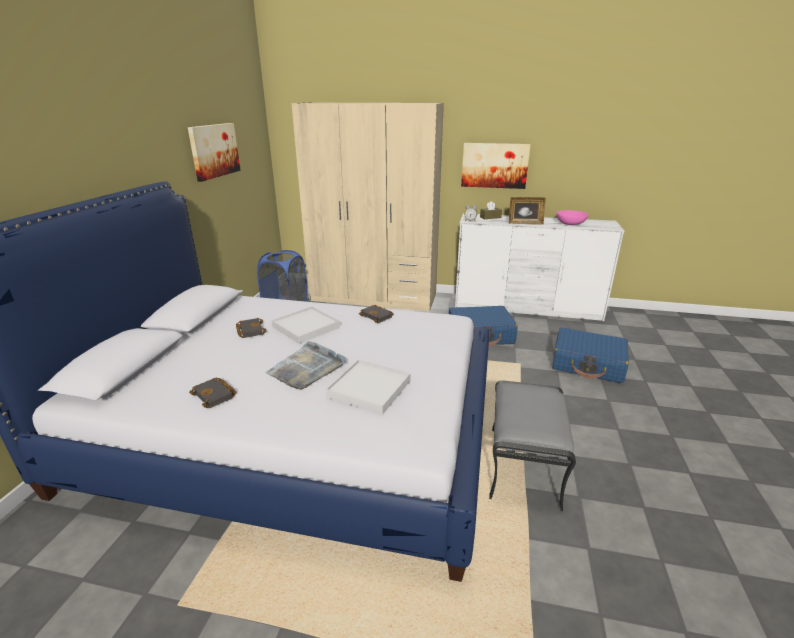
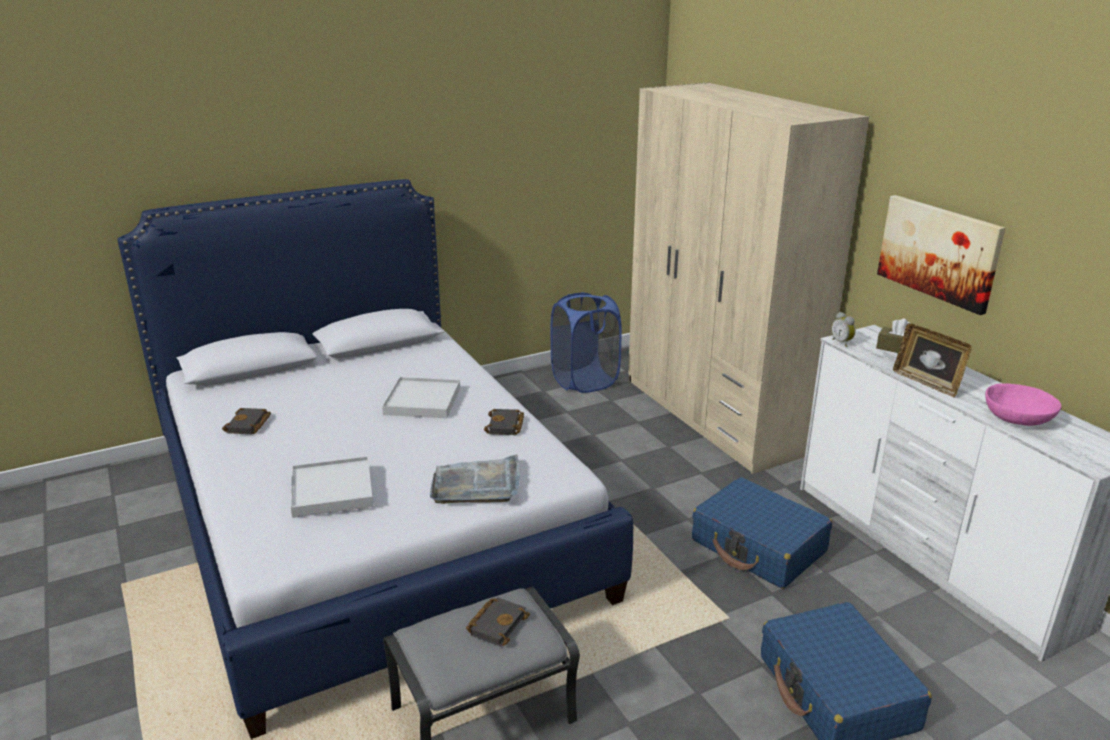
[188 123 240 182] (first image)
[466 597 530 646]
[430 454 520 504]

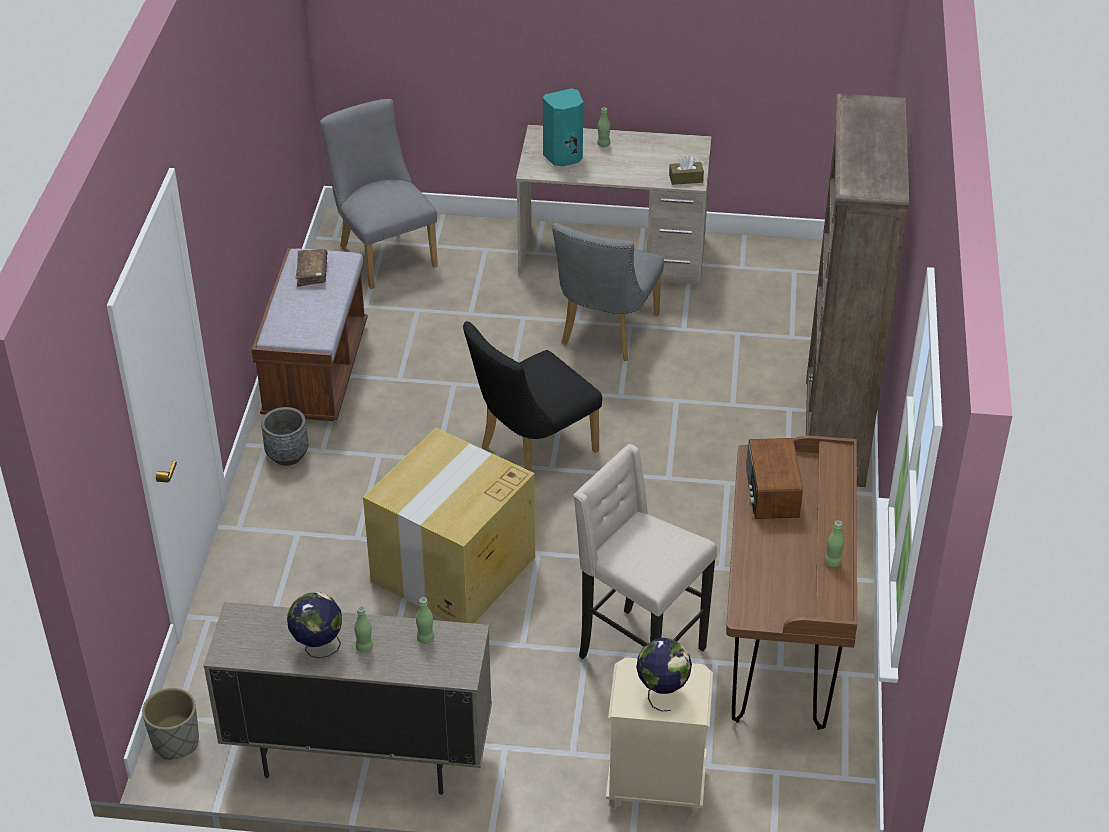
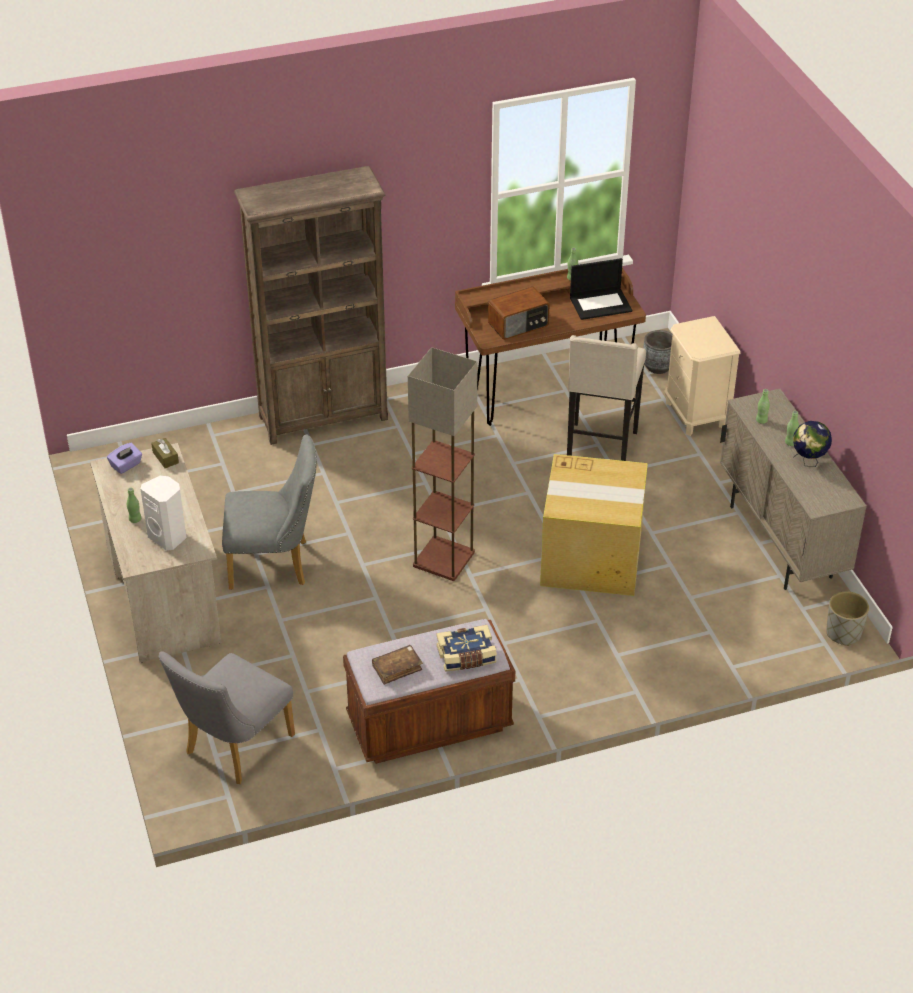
[643 330 672 374]
[408 347 478 581]
[141 476 186 550]
[636 638 692 712] (first image)
[107 443 142 474]
[437 625 497 672]
[570 258 632 320]

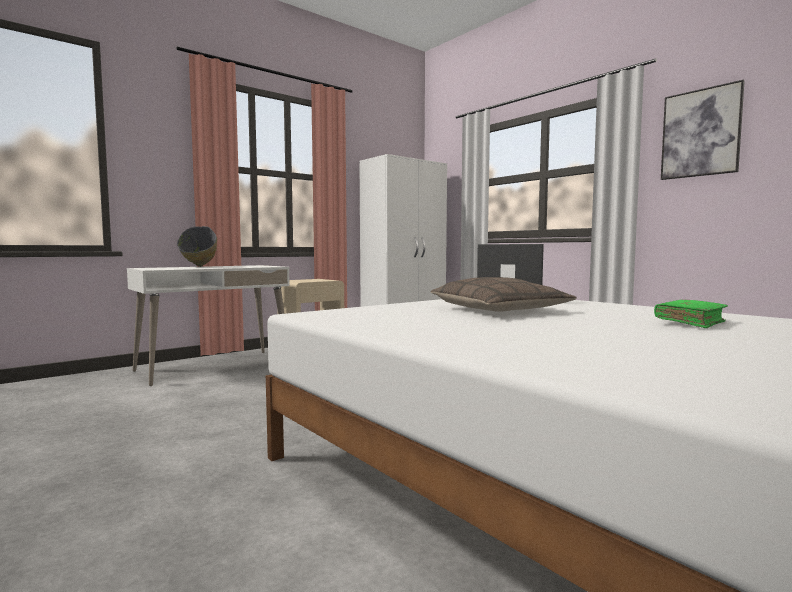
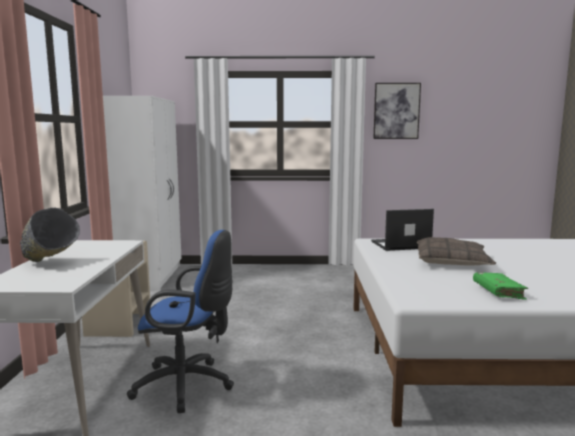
[473 272 528 300]
[127 230 234 413]

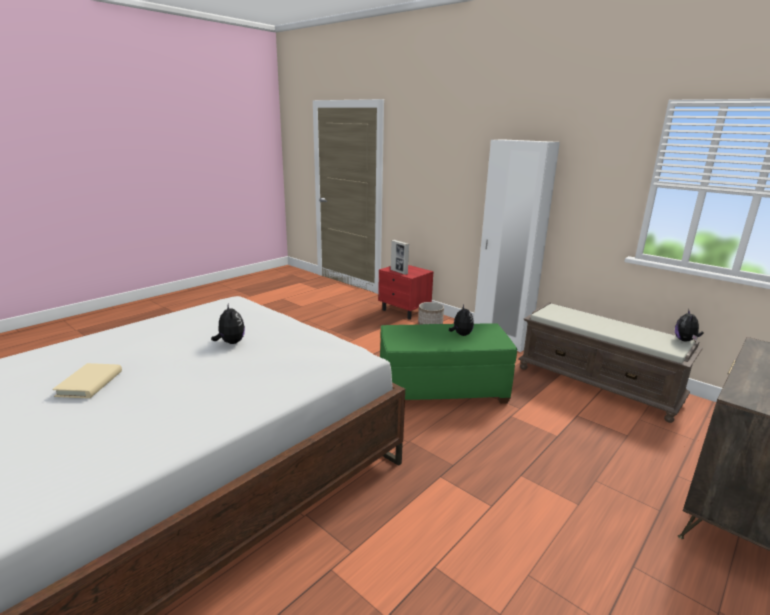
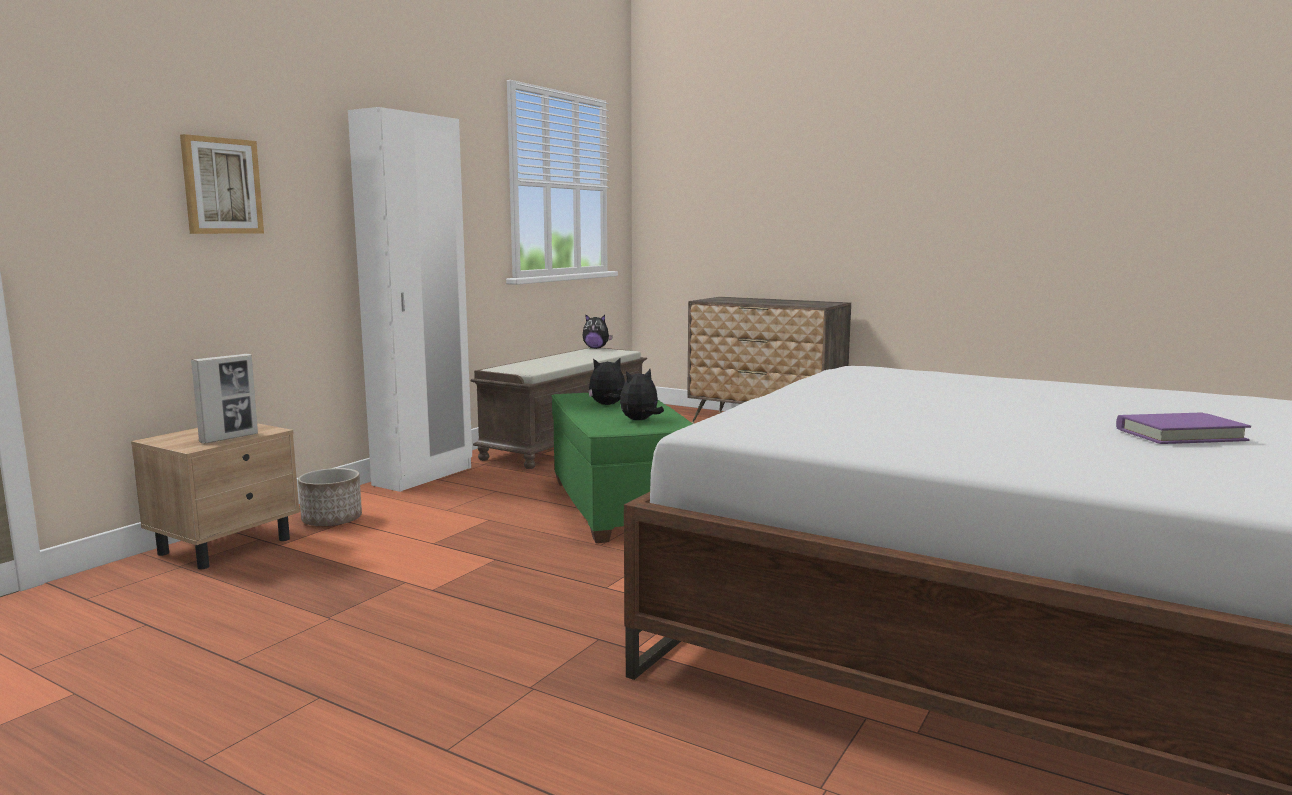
[1116 413 1251 444]
[620 369 664 420]
[131 423 300 569]
[180 134 264 234]

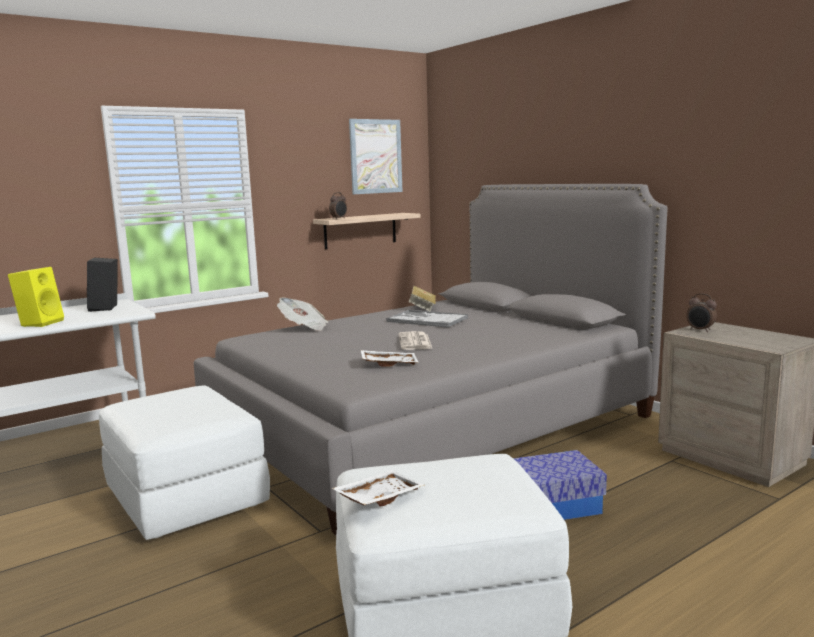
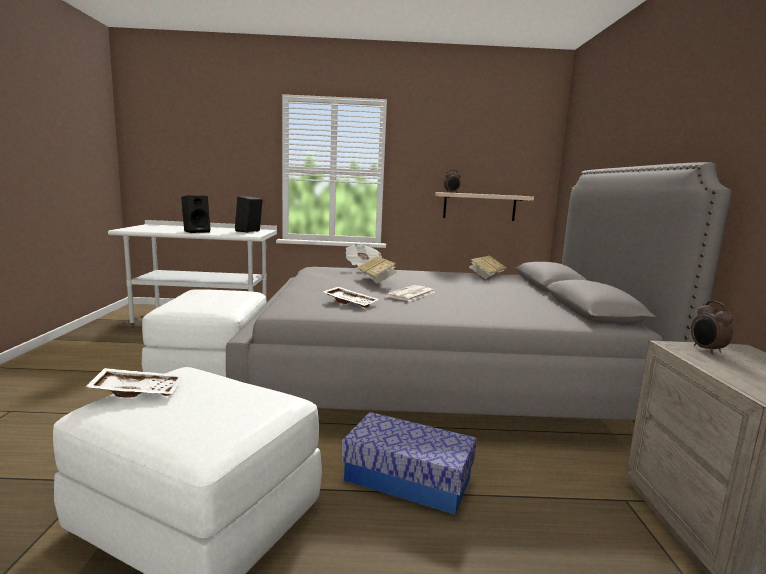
[181 195 211 233]
[349 119 403 194] (first image)
[386 310 468 328] (first image)
[357 256 397 284]

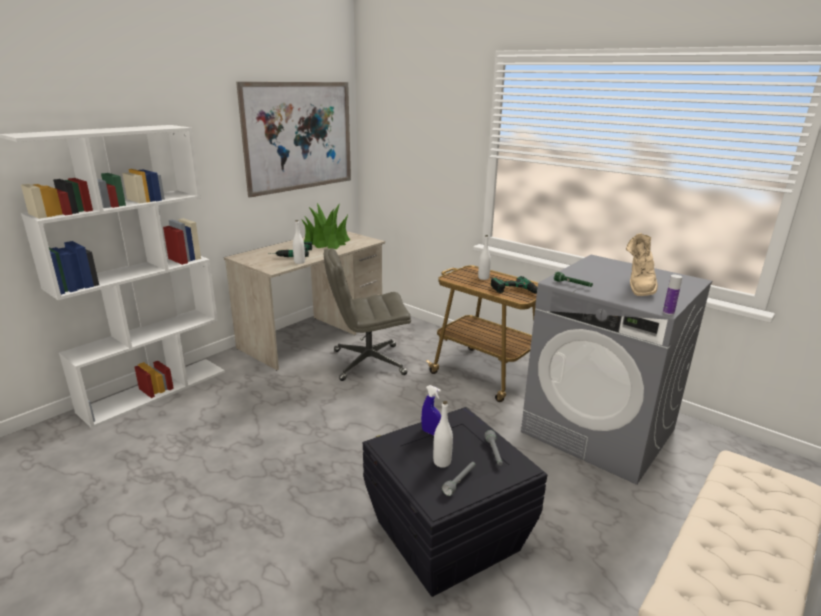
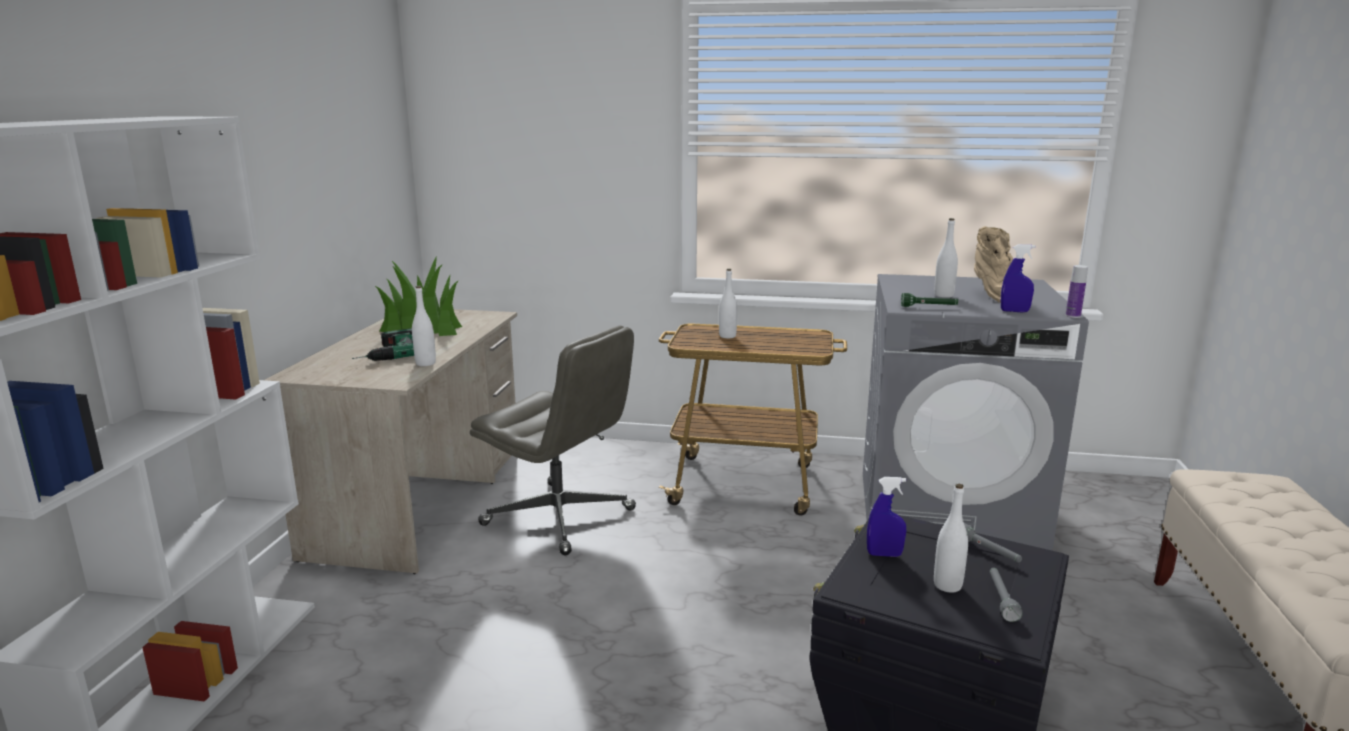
[236 82 351 198] (first image)
[470 325 636 555]
[491 276 537 294] (first image)
[934 218 958 298]
[1001 244 1036 312]

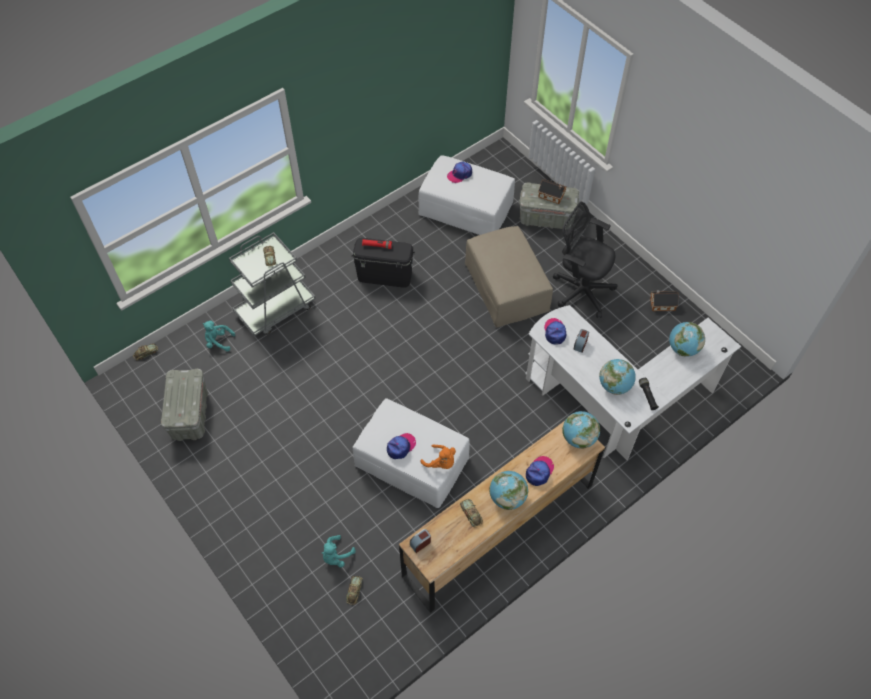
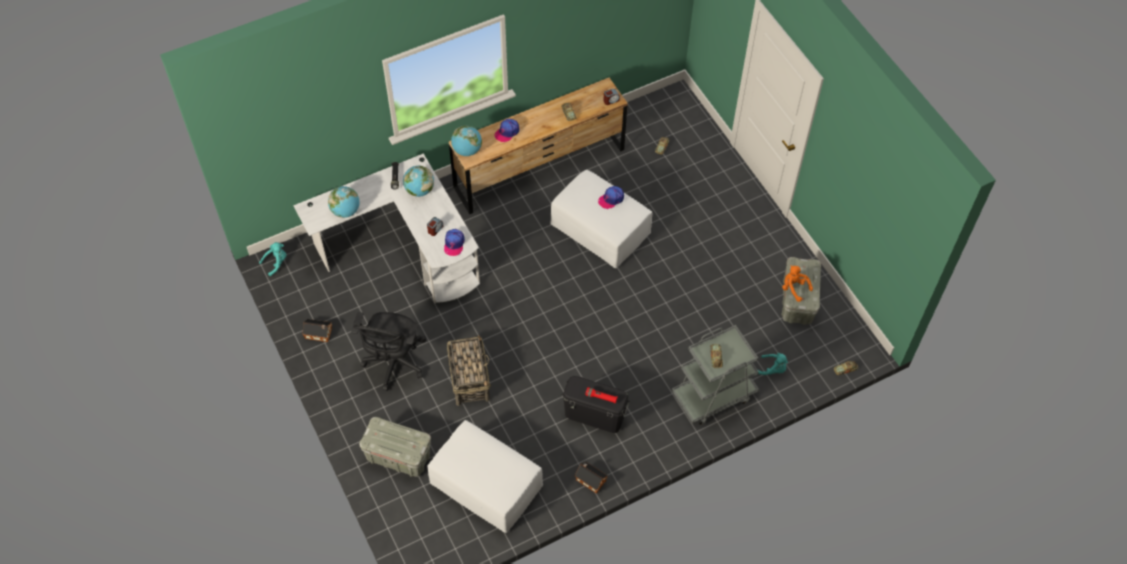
[259 242 286 276]
[782 265 813 302]
[447 162 472 183] (first image)
[447 335 491 406]
[489 471 528 510] (first image)
[575 461 607 494]
[351 312 426 391]

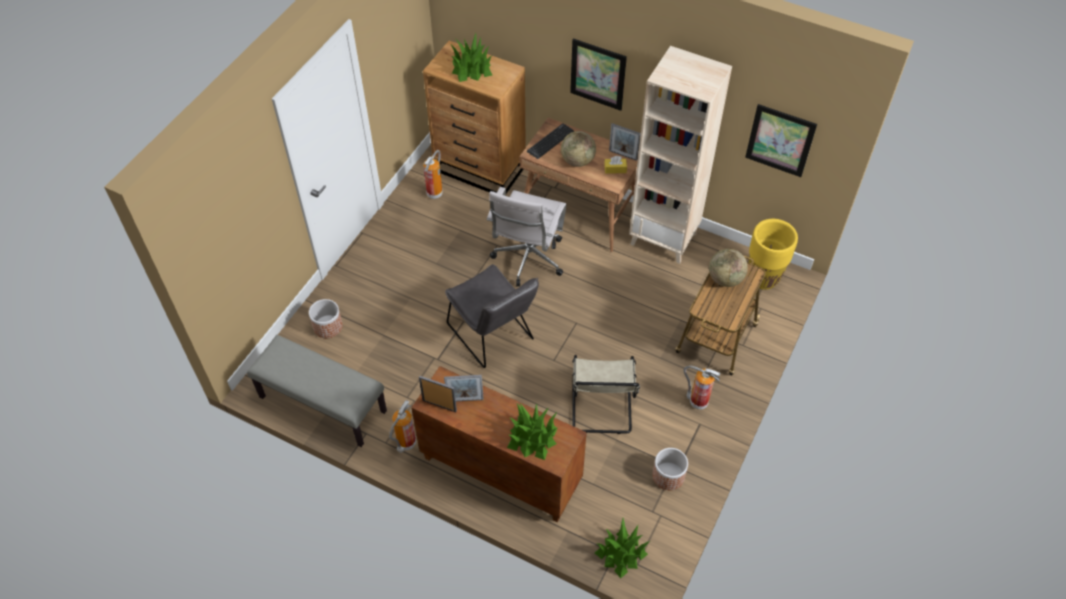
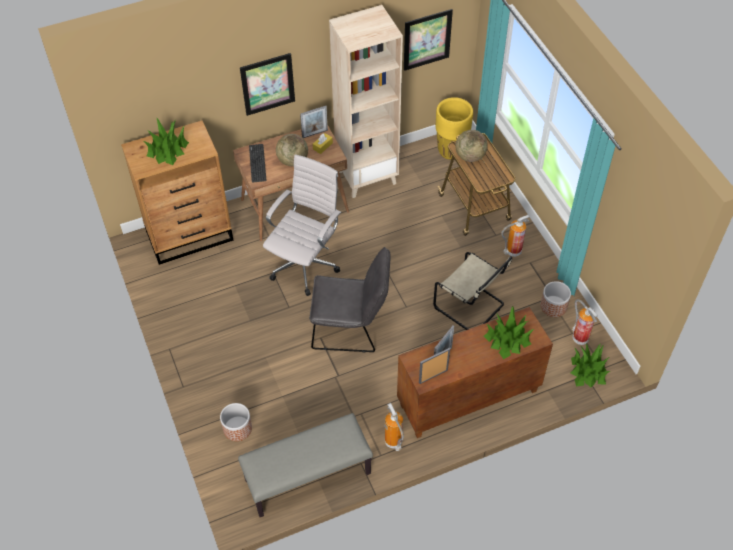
[572 299 598 345]
[263 154 341 296]

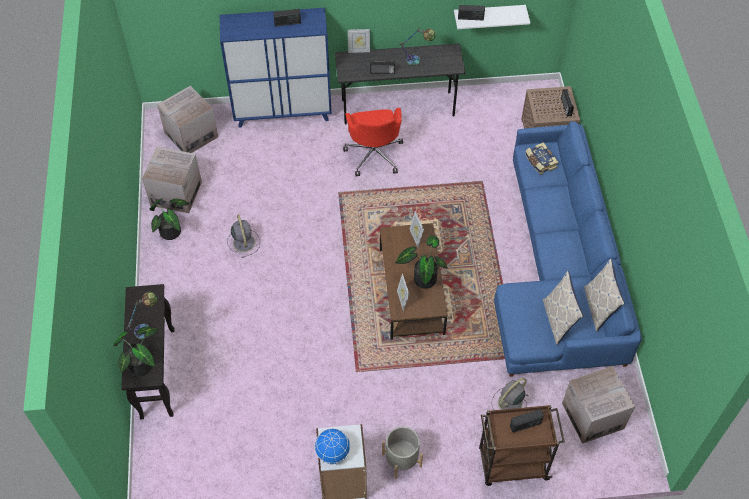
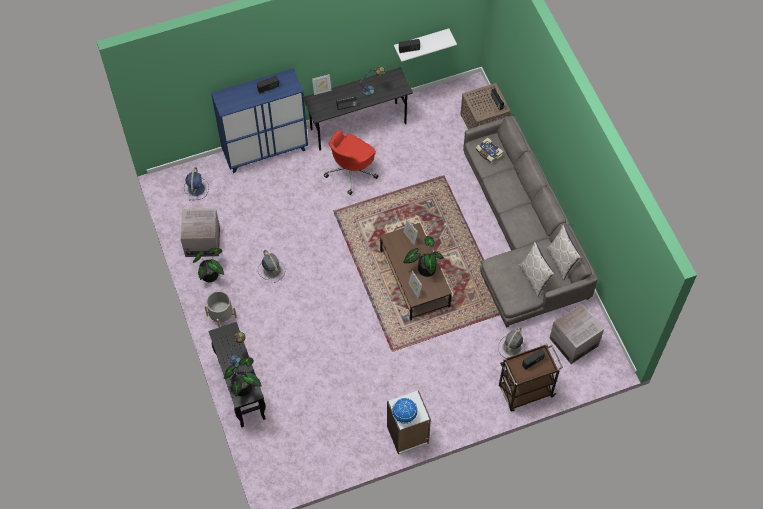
[184 167 209 200]
[324 130 378 195]
[204 291 237 327]
[463 116 598 328]

